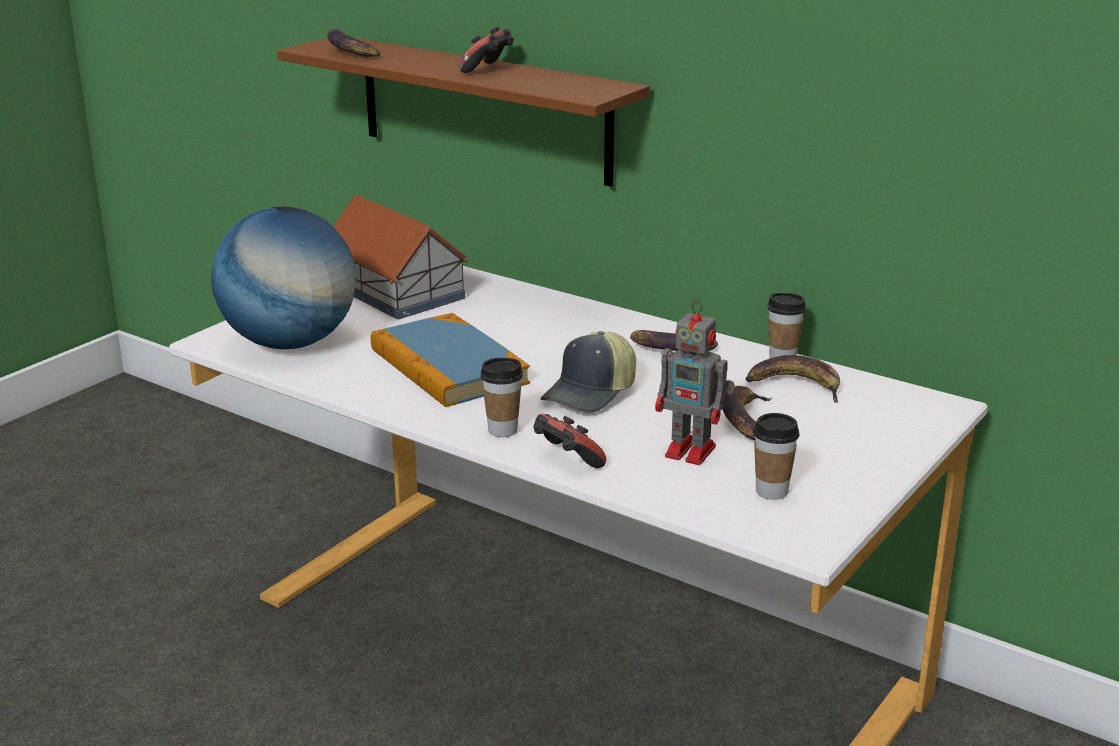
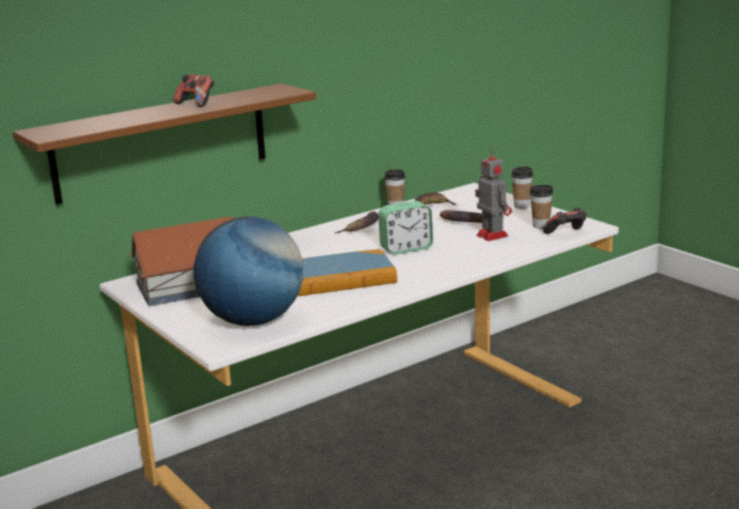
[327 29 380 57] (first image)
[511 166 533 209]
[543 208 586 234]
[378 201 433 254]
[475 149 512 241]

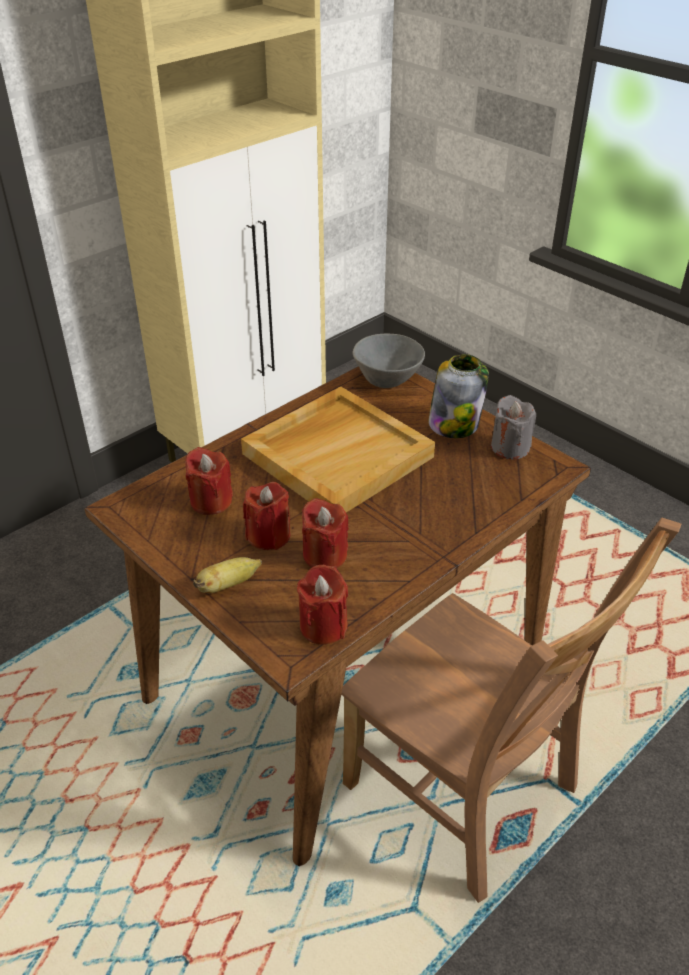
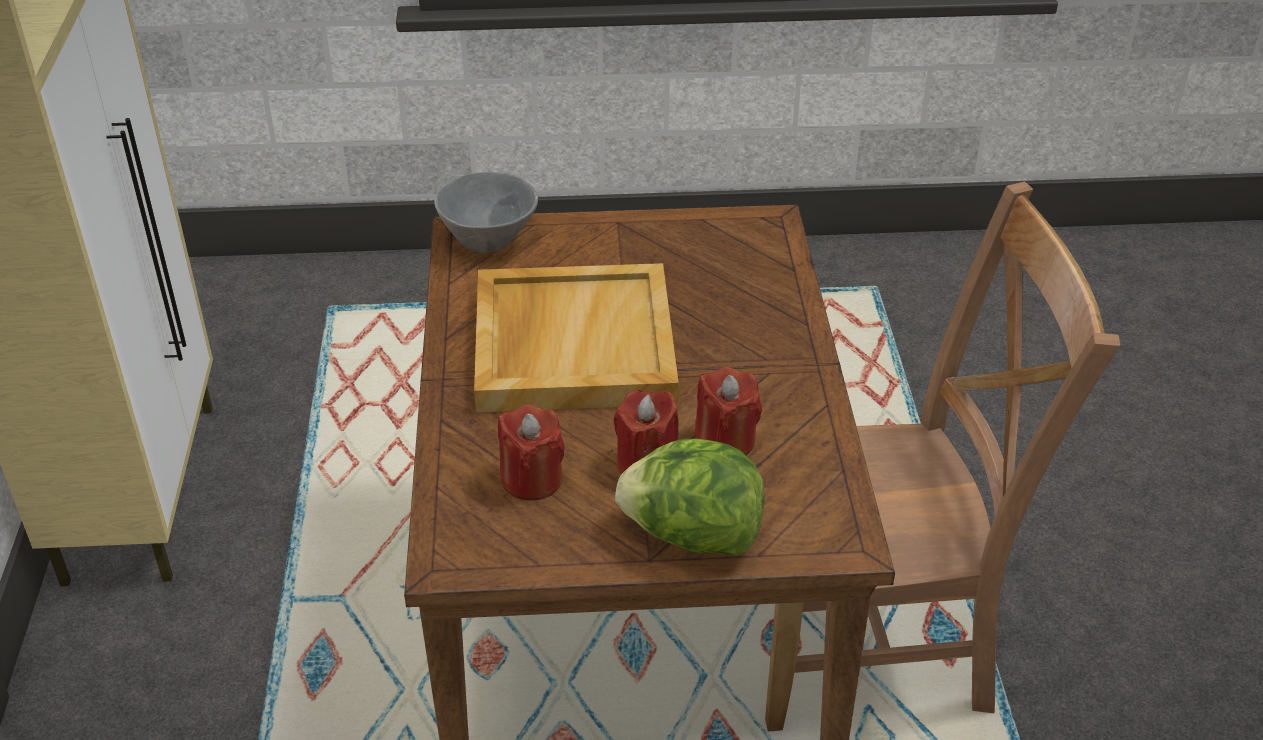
[615 438 765 556]
[297 564 348 644] (first image)
[428 354 489 438] (first image)
[491 395 536 459] (first image)

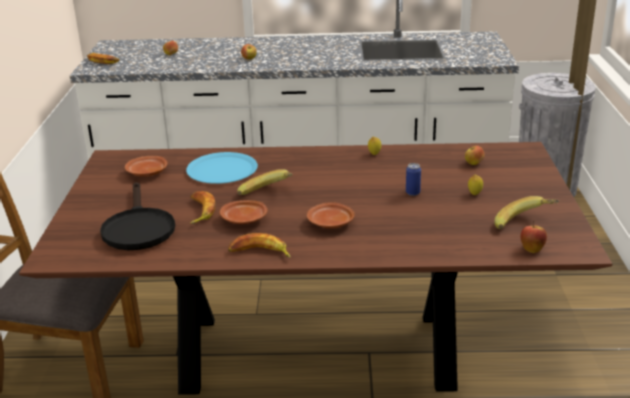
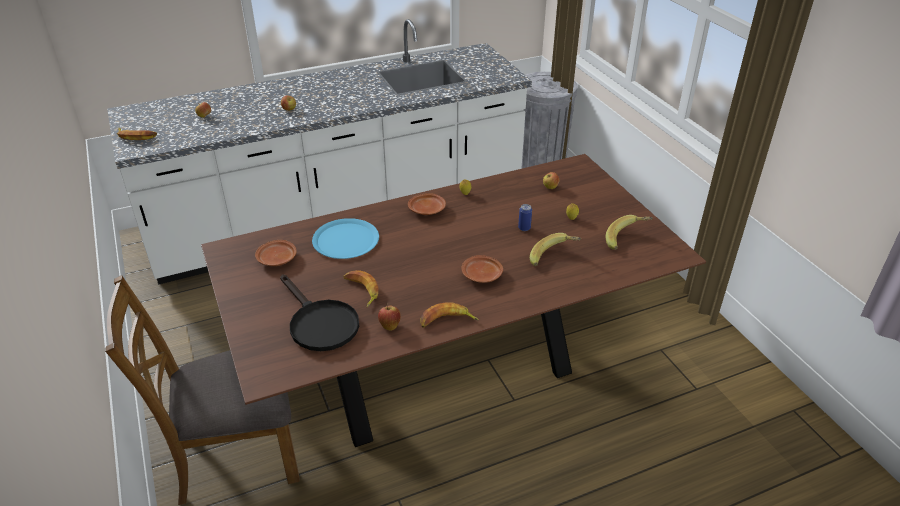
[408 193 446 215]
[530 233 581 266]
[378 303 401 330]

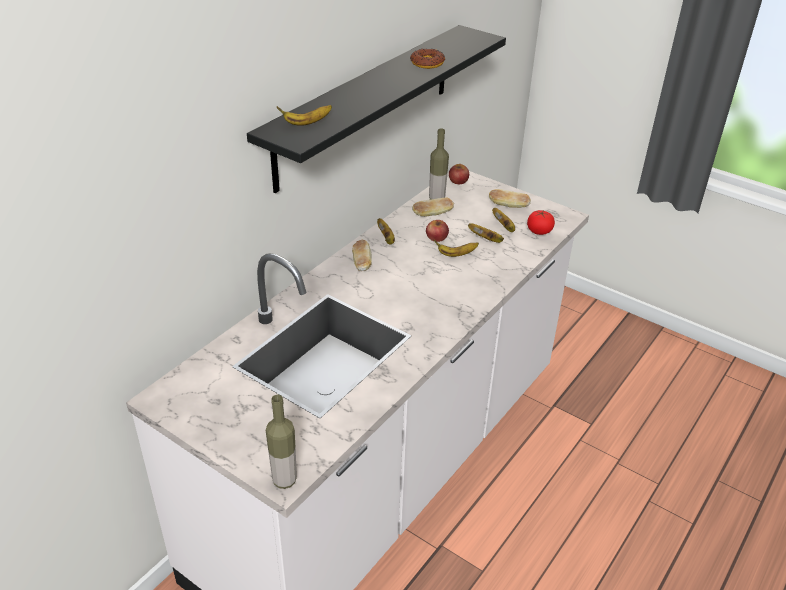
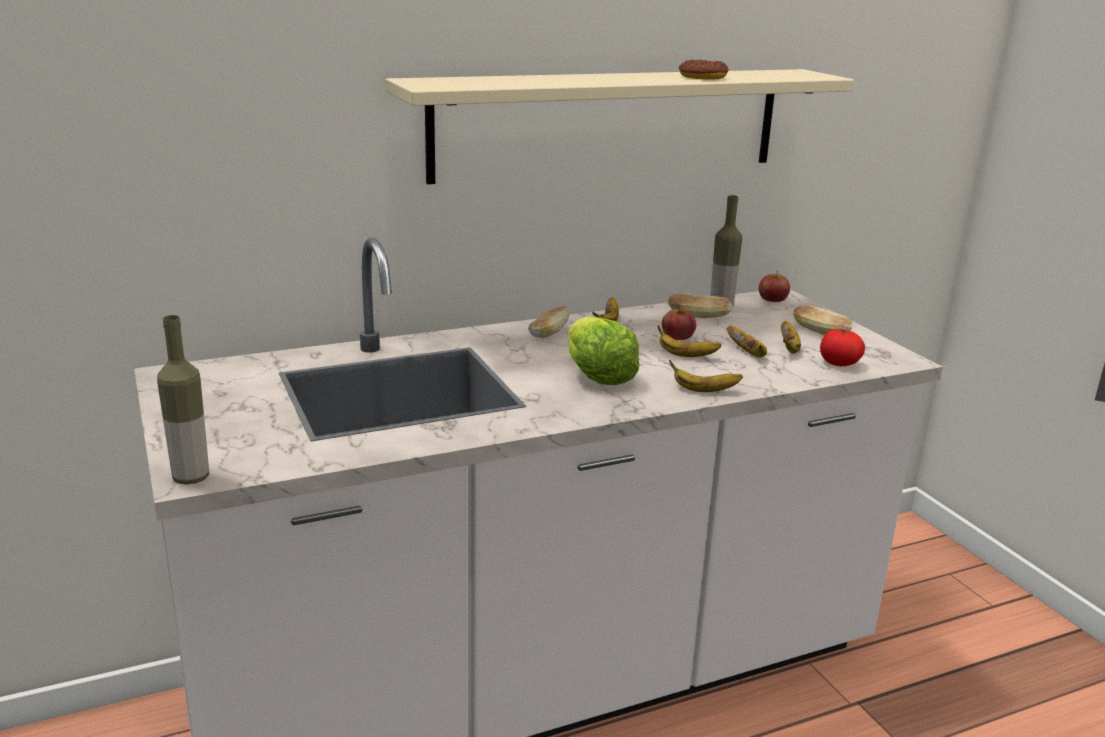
[385 69 854 184]
[669 360 743 392]
[568 316 639 385]

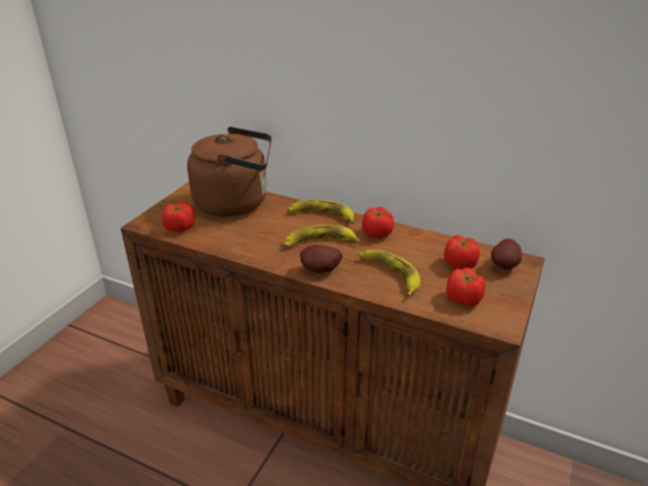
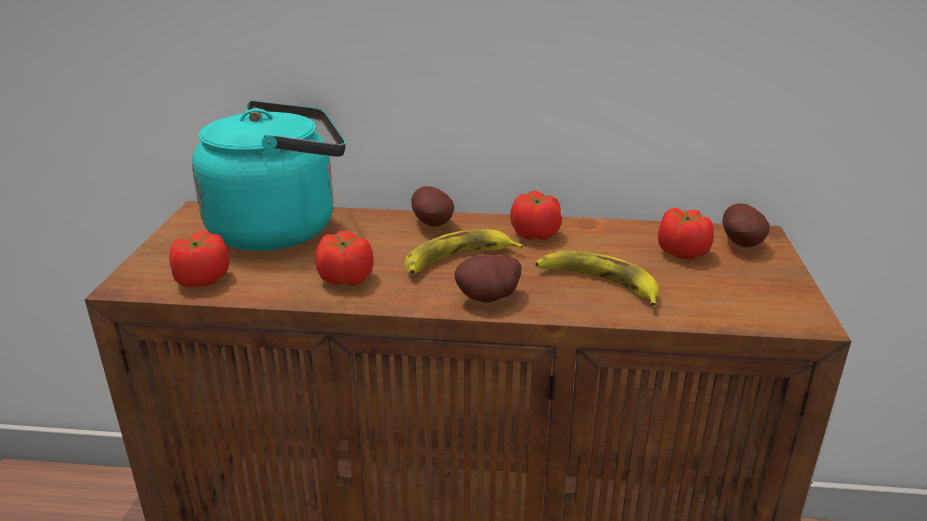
[192 100 346 251]
[411 186 454 227]
[315 231 373 286]

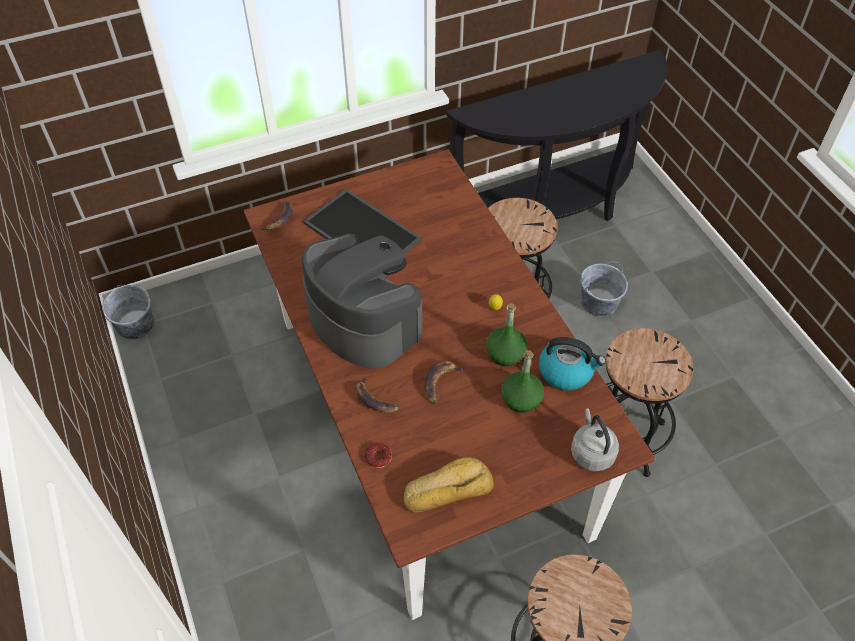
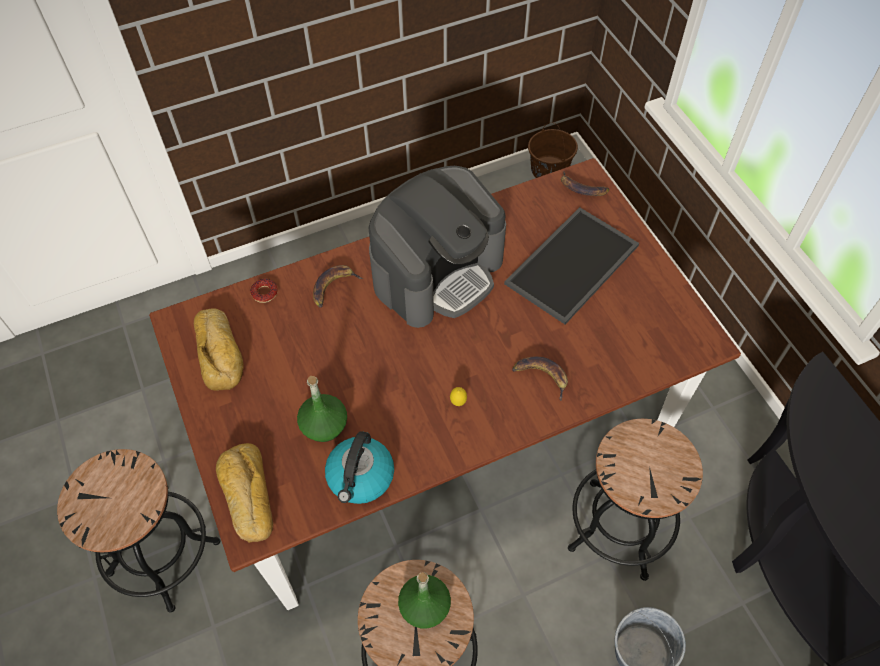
[528 122 578 178]
[512 356 568 401]
[398 572 451 628]
[216 443 273 543]

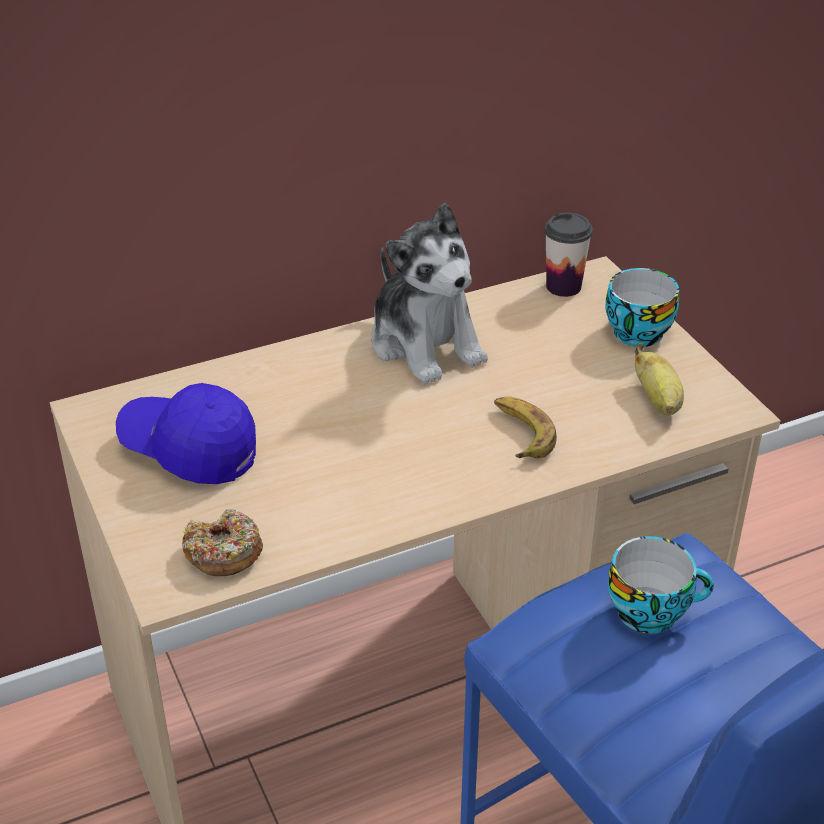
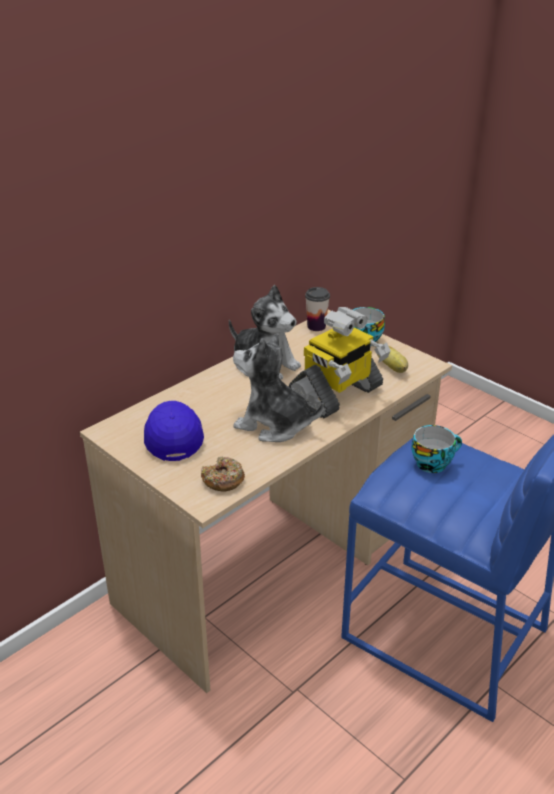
[144 401 204 461]
[289 307 391 418]
[233 333 324 442]

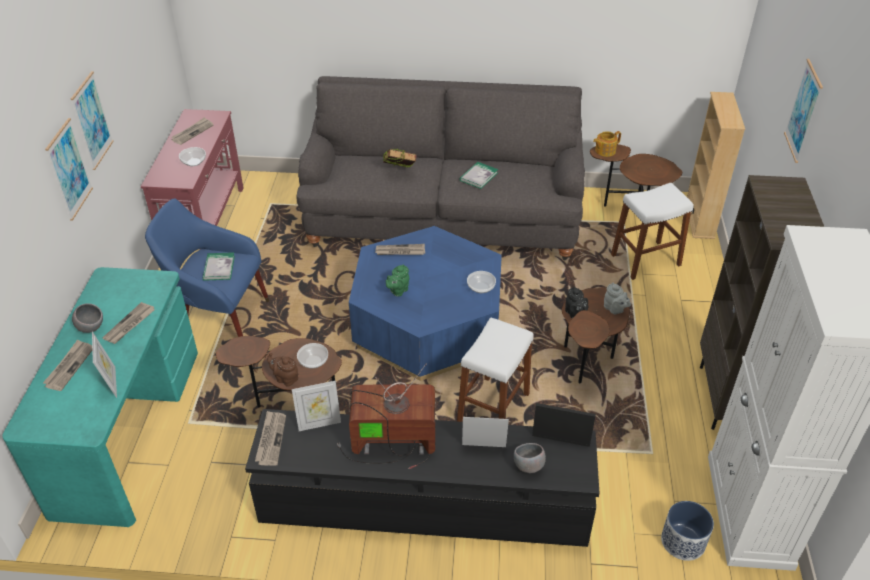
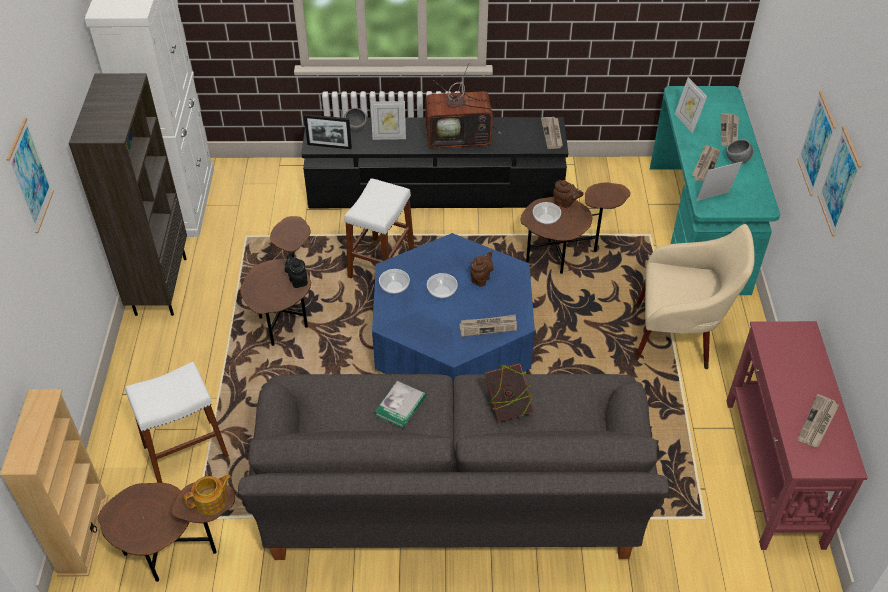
[635 224 755 369]
[427 273 458 298]
[202 252 235 281] (first image)
[696 162 742 201]
[470 251 493 287]
[604 283 631 314] (first image)
[661 501 714 561] (first image)

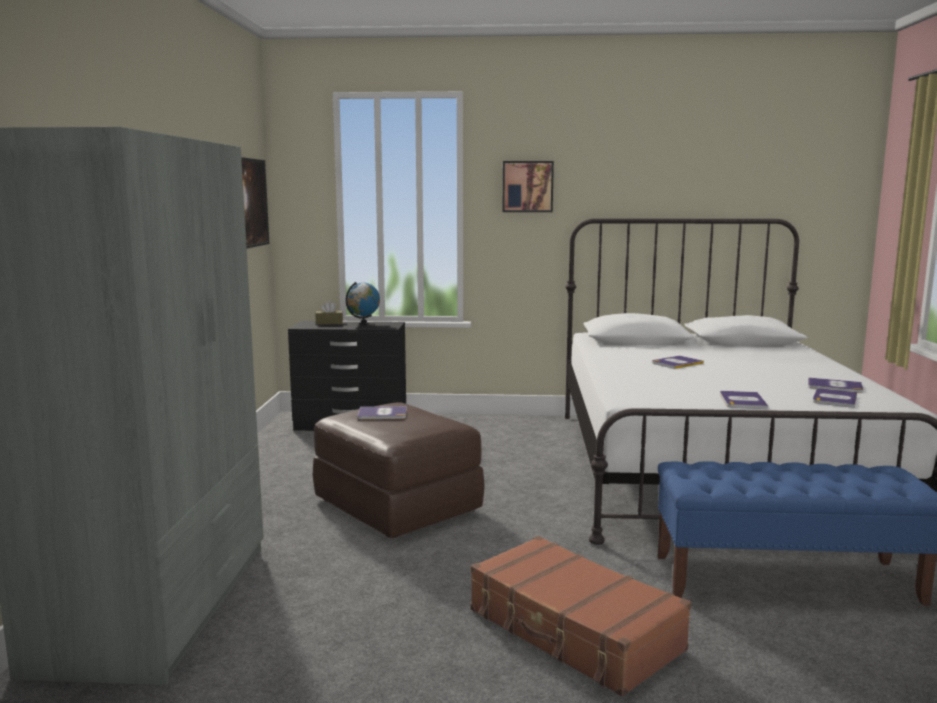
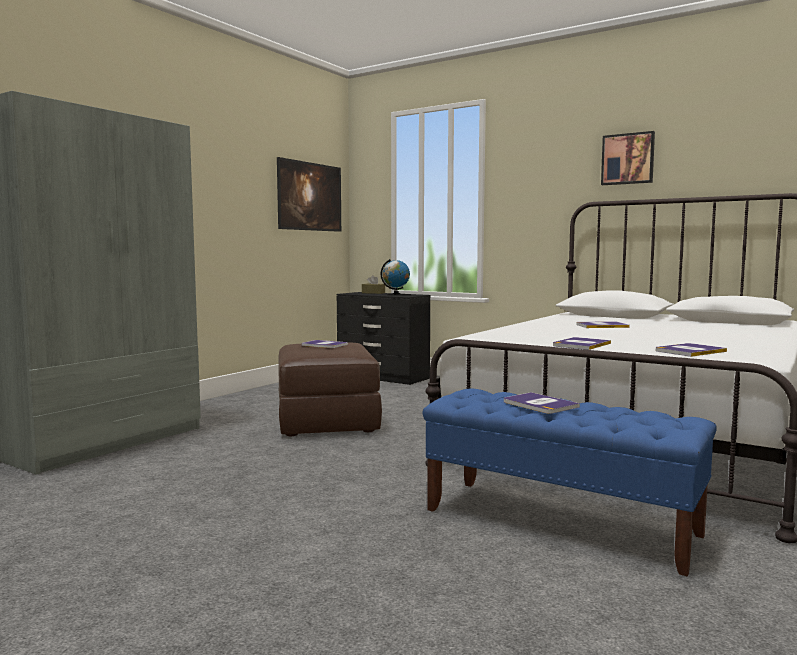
[470 536 691 697] (first image)
[601 131 655 185]
[504 392 580 414]

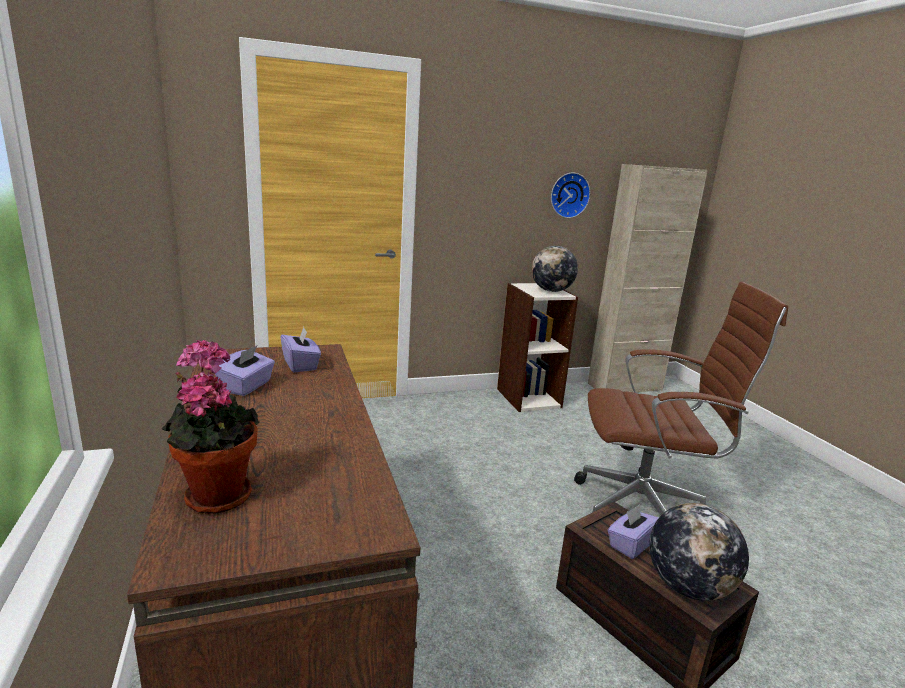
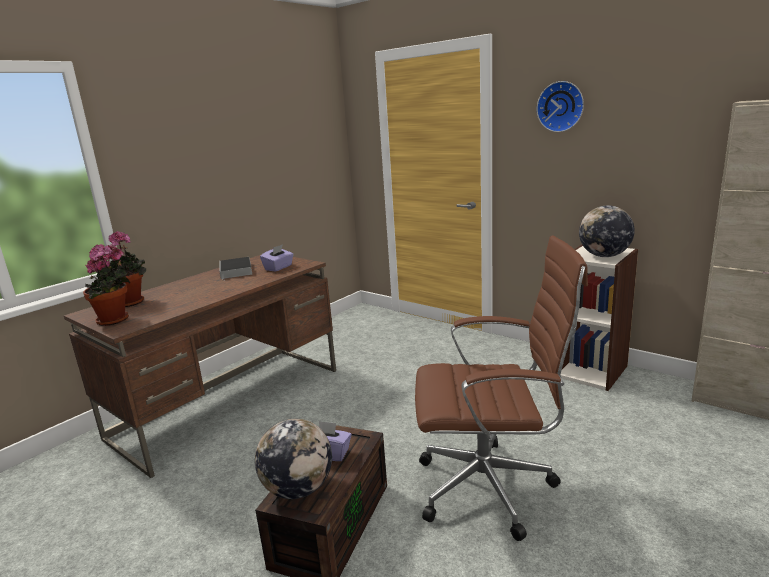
[220 257 252 281]
[536 81 584 132]
[415 235 588 541]
[83 244 130 326]

